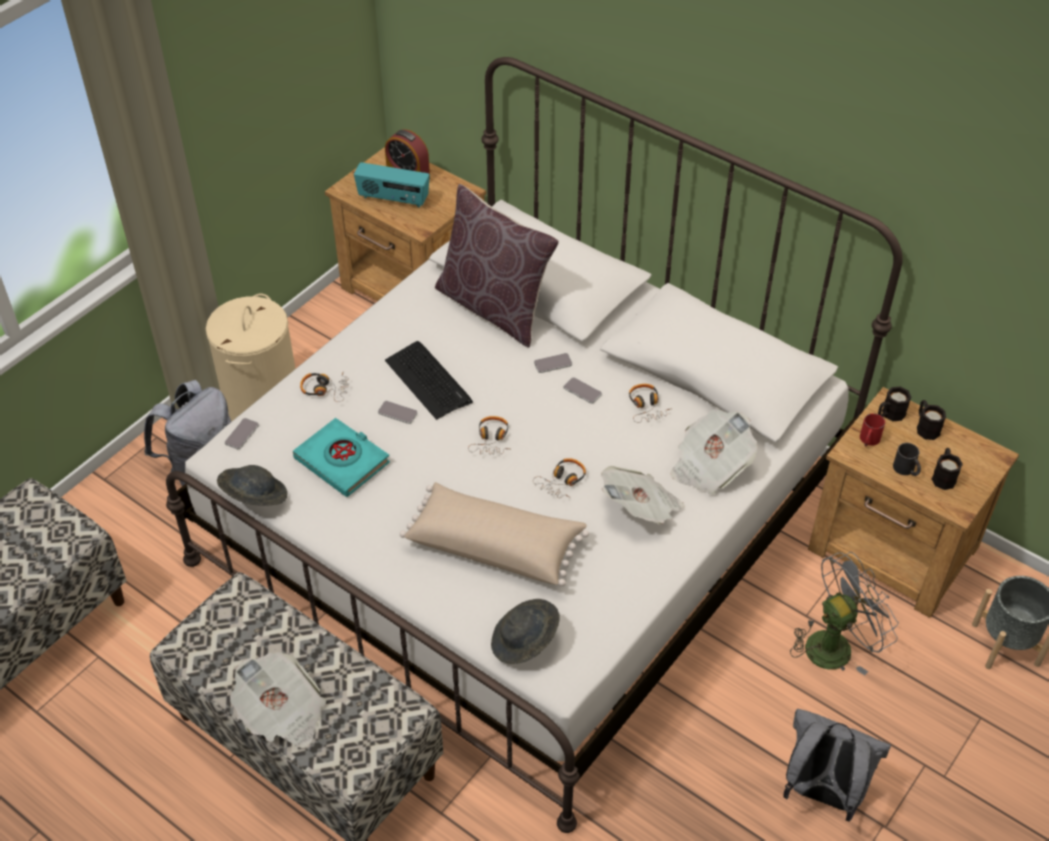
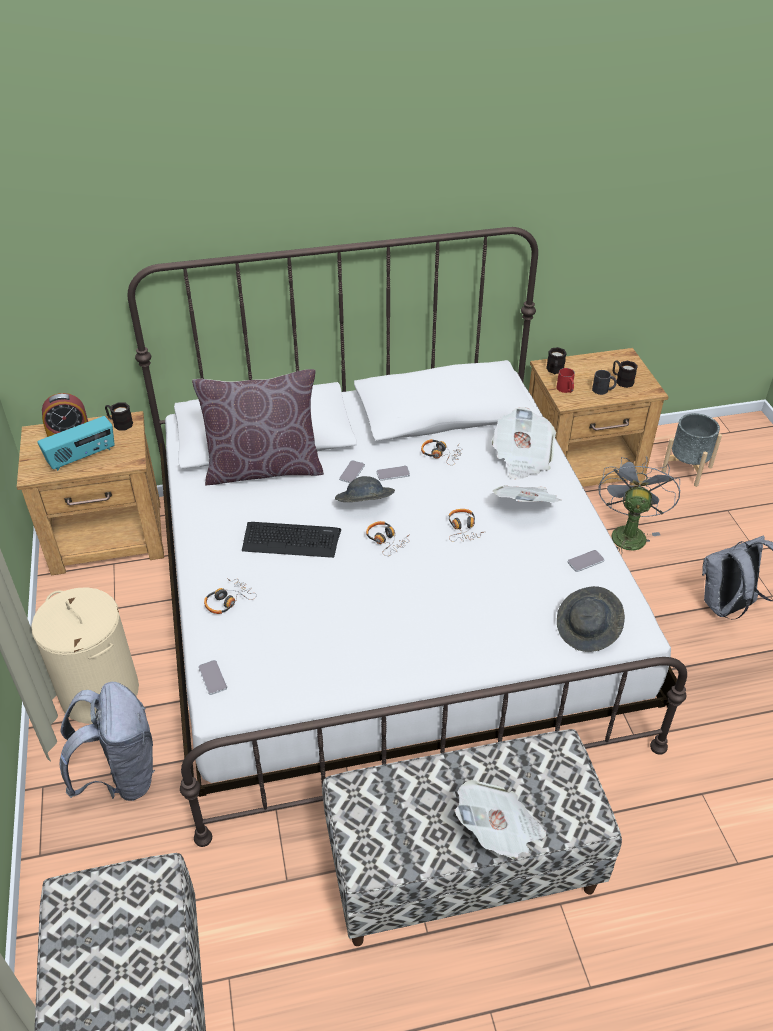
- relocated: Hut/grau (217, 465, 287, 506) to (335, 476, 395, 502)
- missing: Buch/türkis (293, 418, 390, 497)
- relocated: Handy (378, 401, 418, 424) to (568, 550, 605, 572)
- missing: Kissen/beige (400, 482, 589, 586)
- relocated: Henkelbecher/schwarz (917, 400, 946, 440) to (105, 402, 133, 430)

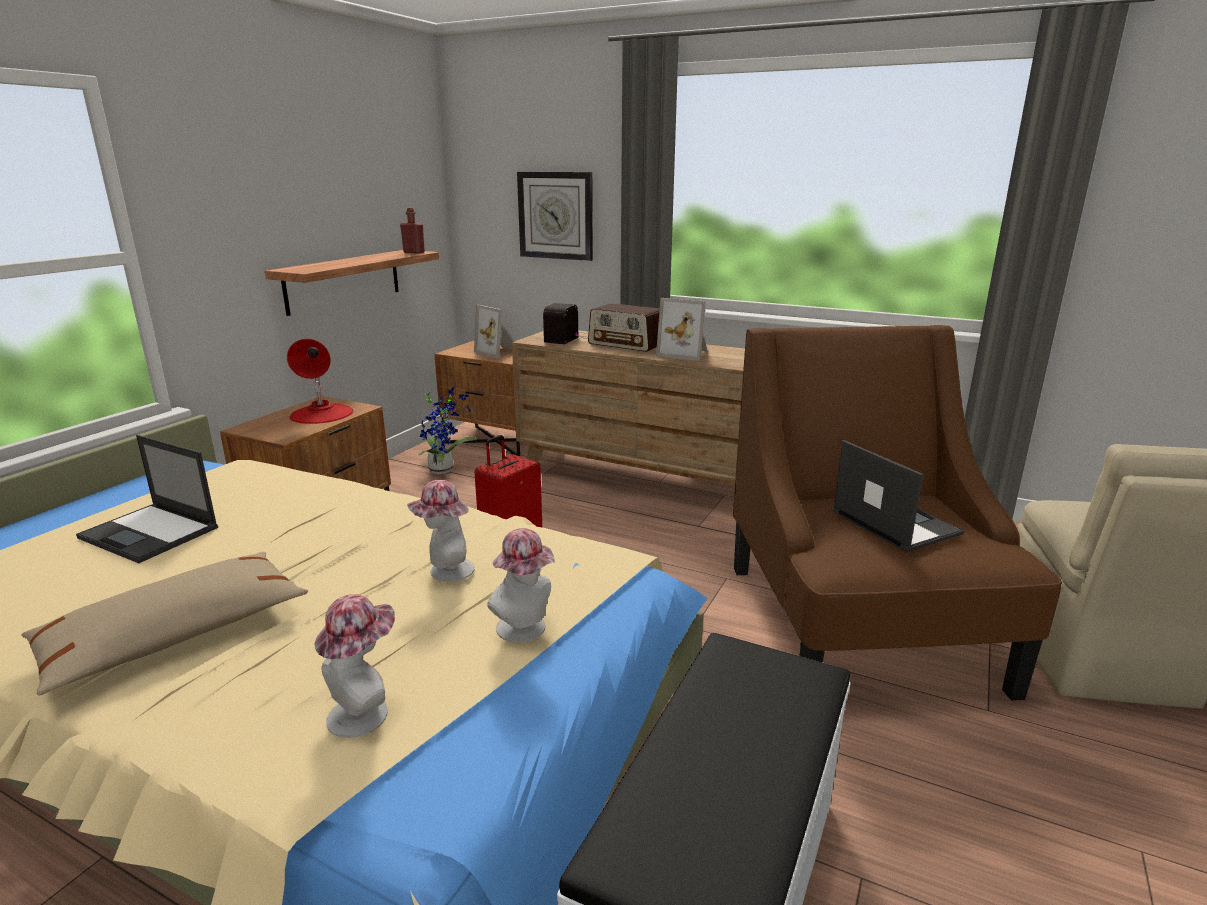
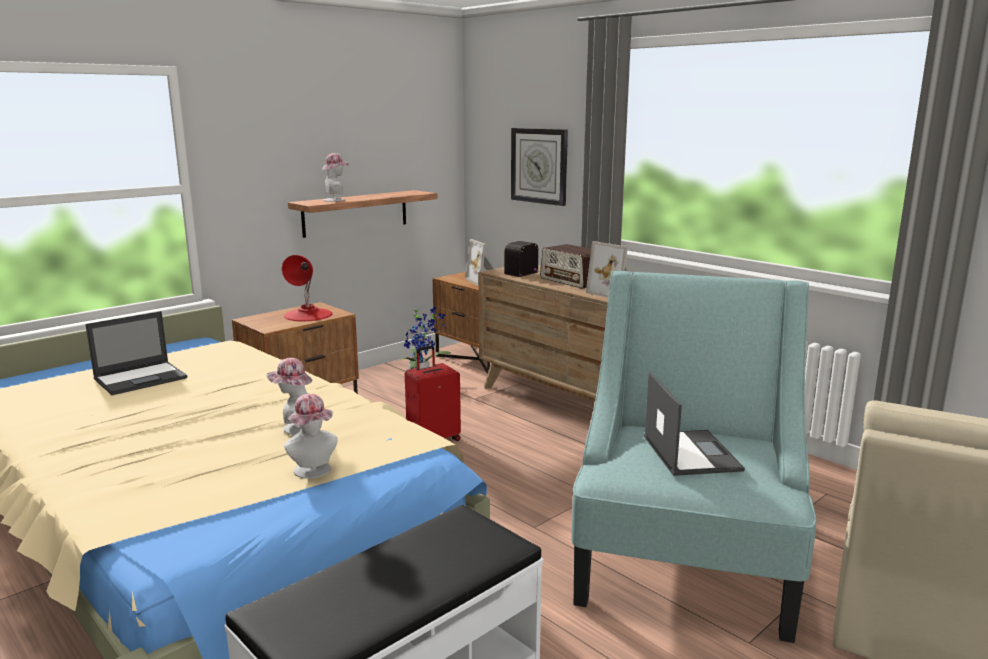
- missing: Kissen/beige (21, 552, 308, 695)
- spun: Laptop (76, 435, 218, 563) = (85, 311, 188, 395) 90 degrees counterclockwise
- relocated: Hut (314, 594, 395, 738) to (322, 153, 349, 202)
- missing: Flasche/rot (400, 208, 425, 254)
- colour: Sessel/braun (733, 325, 1062, 701) to Sessel/türkis (571, 271, 817, 643)

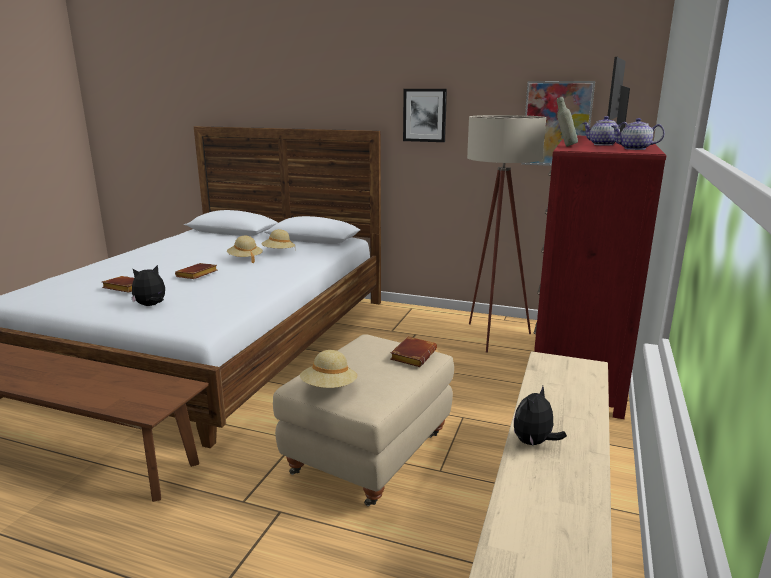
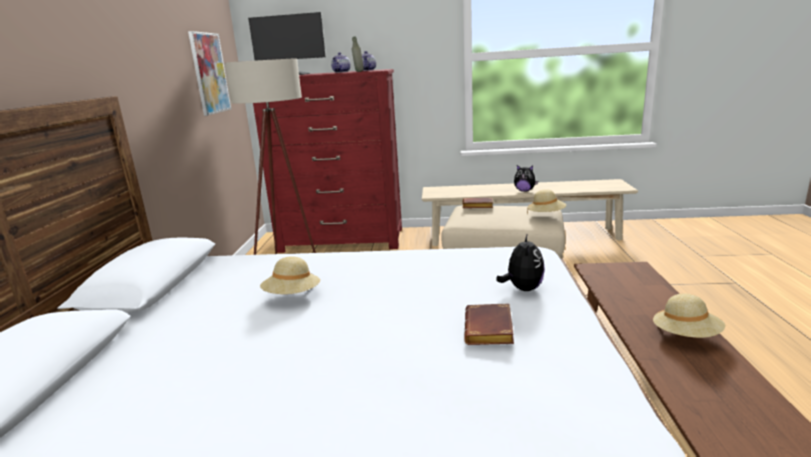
- spun: Plüschtier (131, 265, 165, 306) = (496, 233, 545, 291) 120 degrees counterclockwise
- missing: Buch/braun (175, 263, 217, 279)
- relocated: Hut/beige (261, 229, 295, 248) to (653, 294, 725, 338)
- missing: Bild (403, 89, 447, 142)

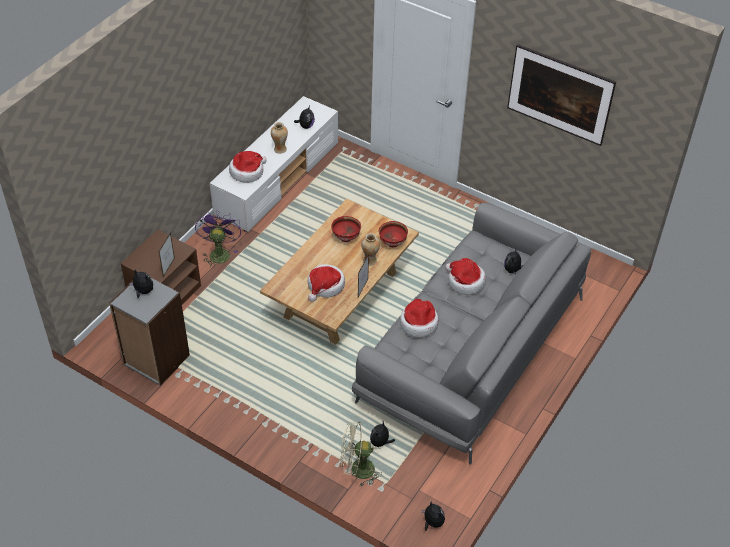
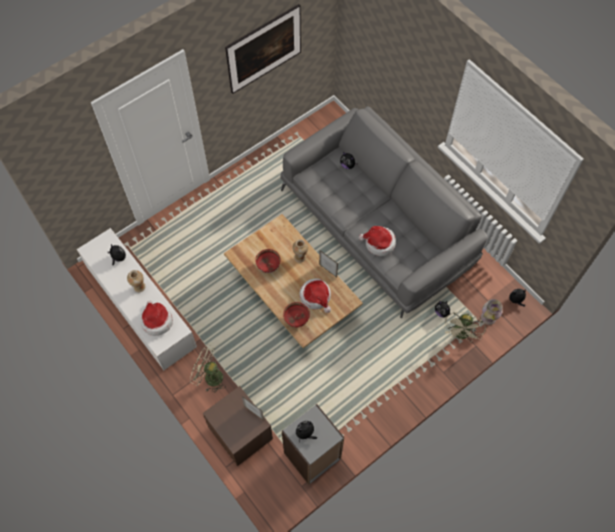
- colour: Ventilator/lila (195, 210, 241, 268) to Ventilator/beige (190, 344, 226, 393)
- relocated: Schüssel/rot (379, 221, 408, 247) to (283, 302, 310, 327)
- missing: Hut (445, 258, 486, 295)
- appeared: Vase (481, 299, 503, 325)

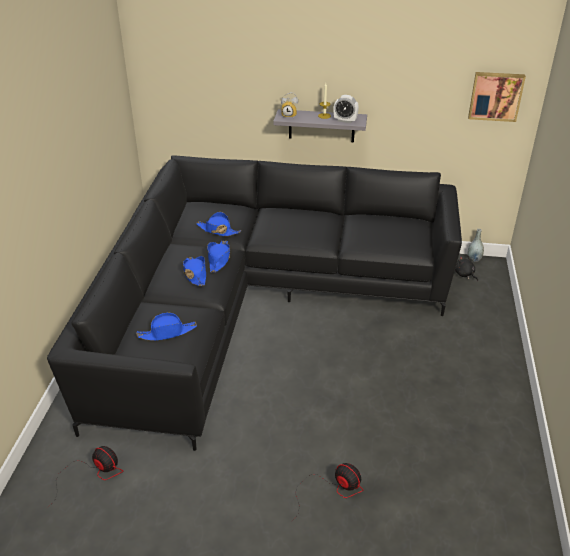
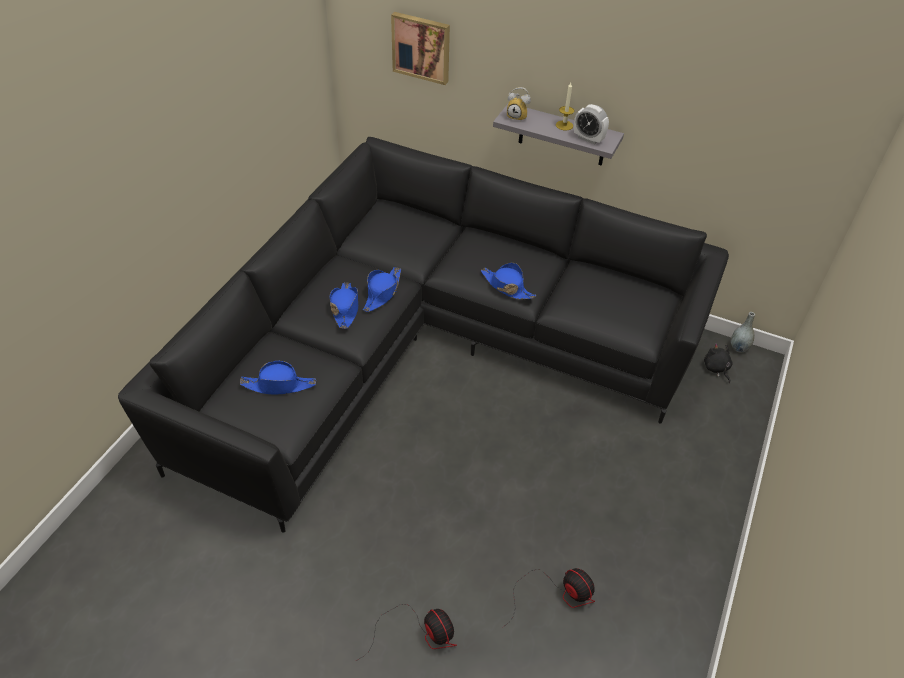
- relocated: Ventilator (47, 446, 123, 508) to (503, 568, 595, 627)
- relocated: Hut/blau (196, 212, 241, 236) to (481, 263, 536, 299)
- relocated: Bild (468, 72, 526, 122) to (391, 12, 450, 85)

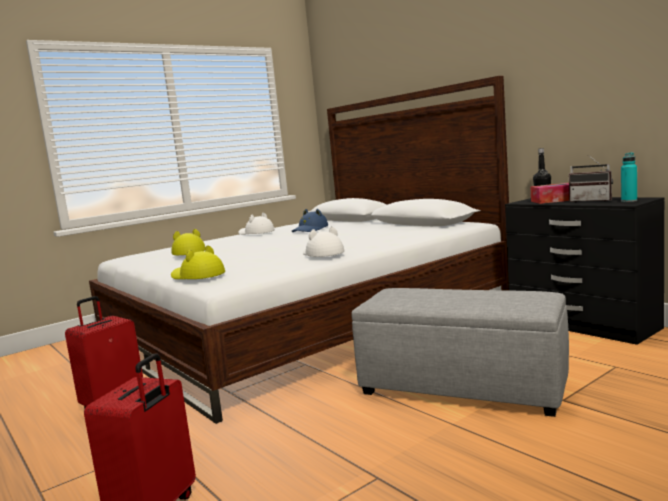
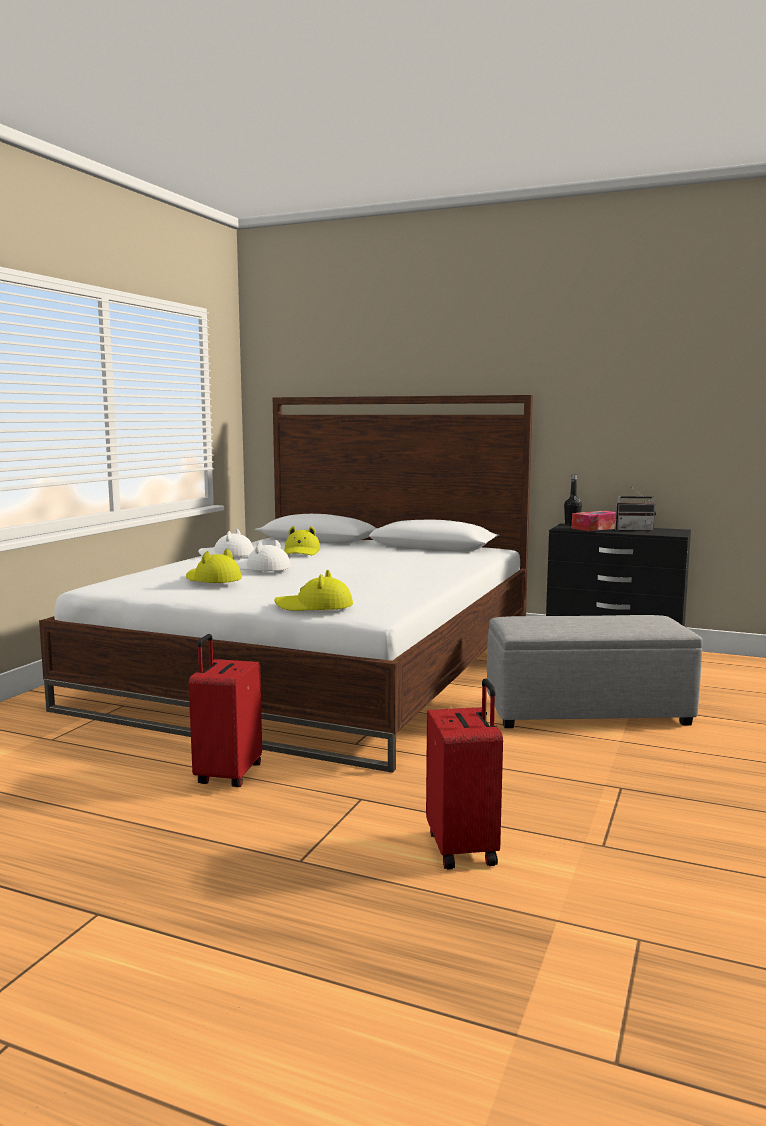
- colour: Hut/blau (292, 209, 328, 232) to Hut/gelb (284, 526, 320, 555)
- relocated: Hut/weiß (303, 227, 344, 257) to (236, 540, 291, 571)
- missing: Flasche/türkis (621, 152, 637, 202)

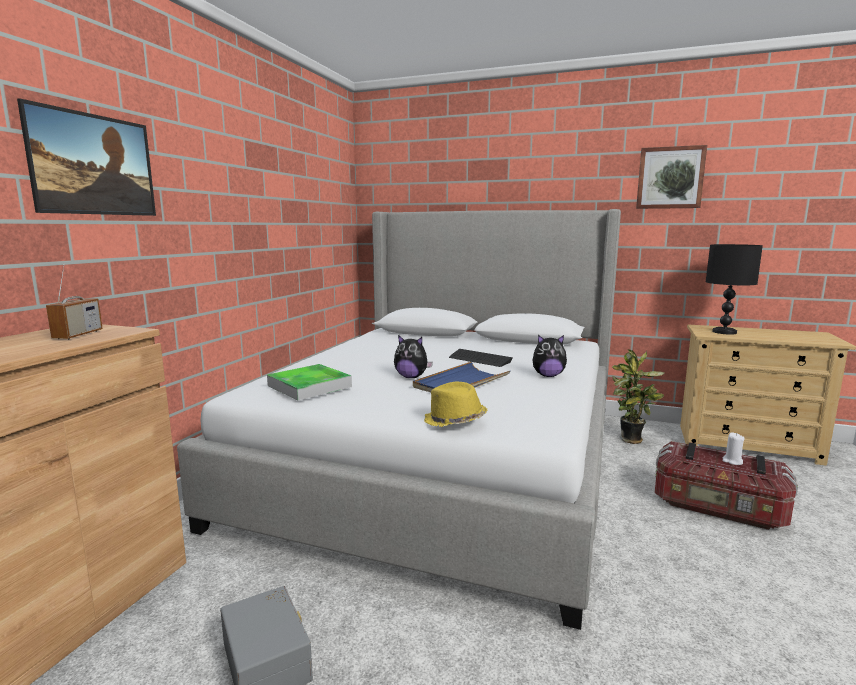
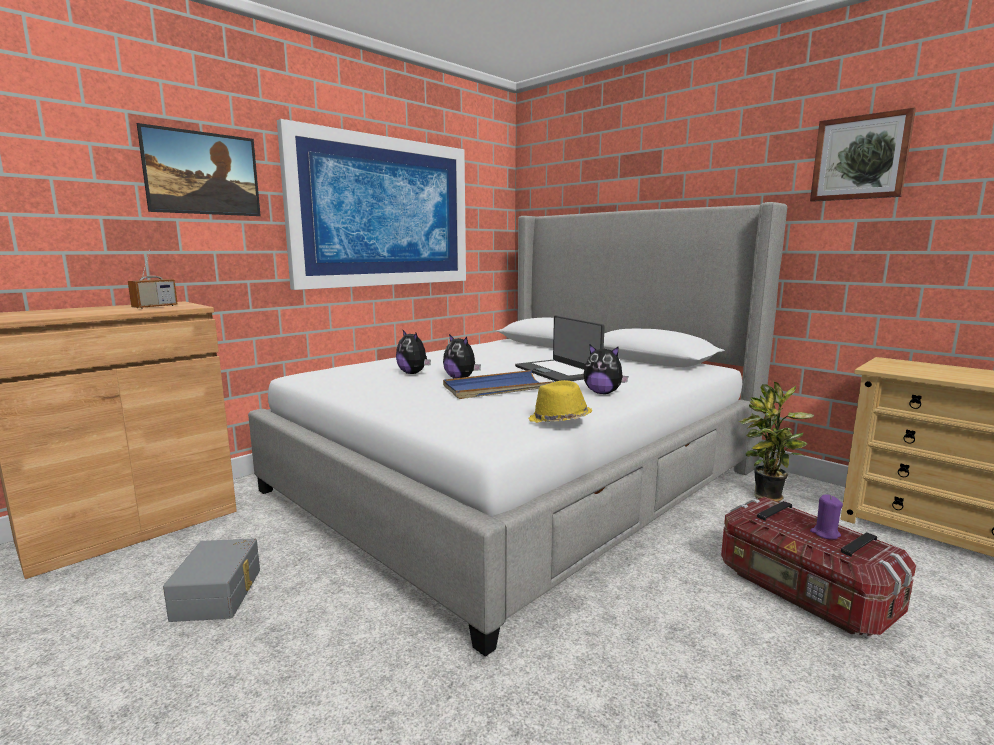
- missing: Tablett (267, 364, 352, 400)
- relocated: Hut/gelb (424, 382, 487, 427) to (529, 380, 592, 423)
- exchanged: Tastatur (449, 349, 513, 367) to Laptop (515, 316, 605, 381)
- missing: Tischlampe/schwarz (706, 244, 763, 335)
- colour: Kerze/weiß (723, 432, 745, 465) to Kerze/lila (810, 494, 843, 540)
- appeared: Bild (277, 119, 466, 290)
- appeared: Plüschtier (396, 330, 431, 374)

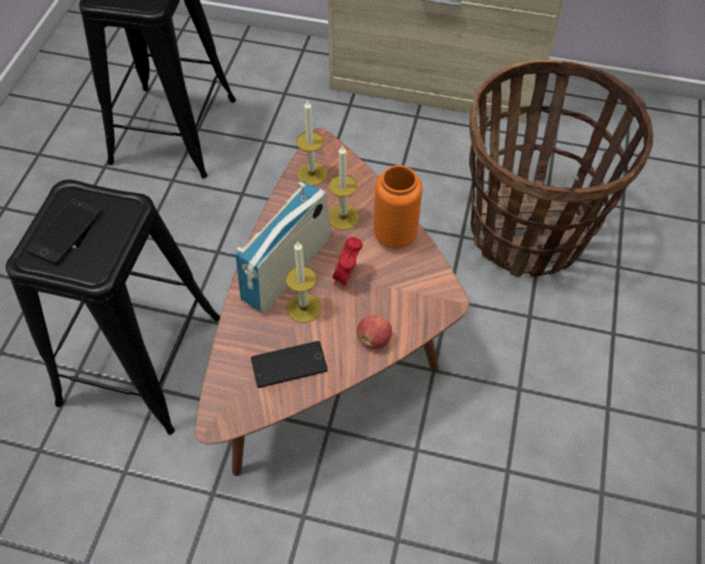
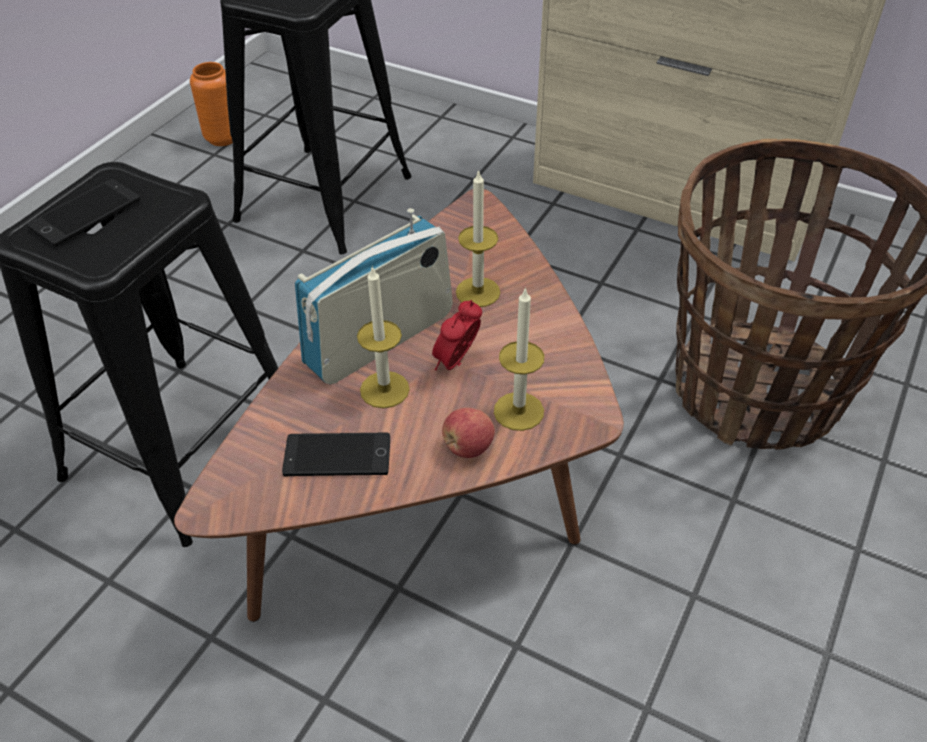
- relocated: Kerze (296, 99, 327, 186) to (494, 287, 544, 431)
- relocated: Vase/orange (373, 165, 423, 249) to (190, 62, 233, 146)

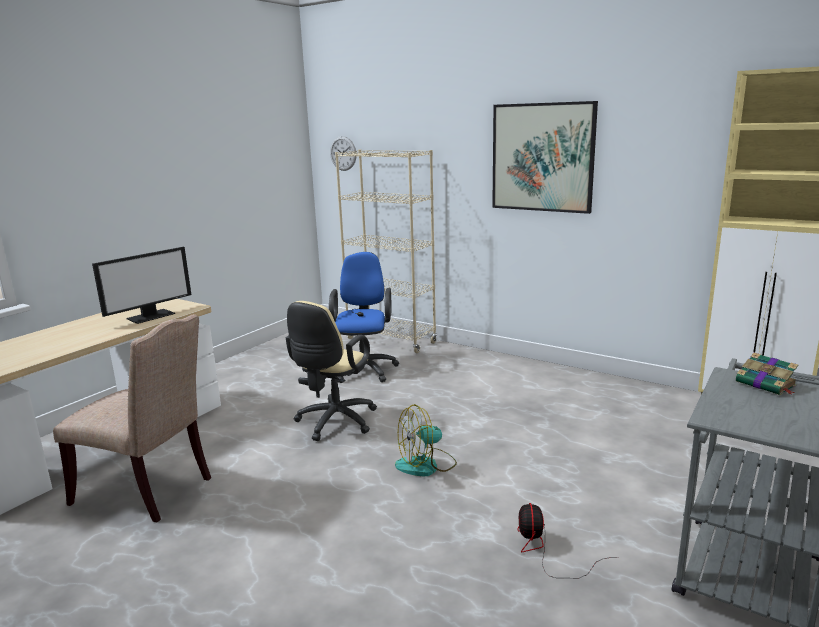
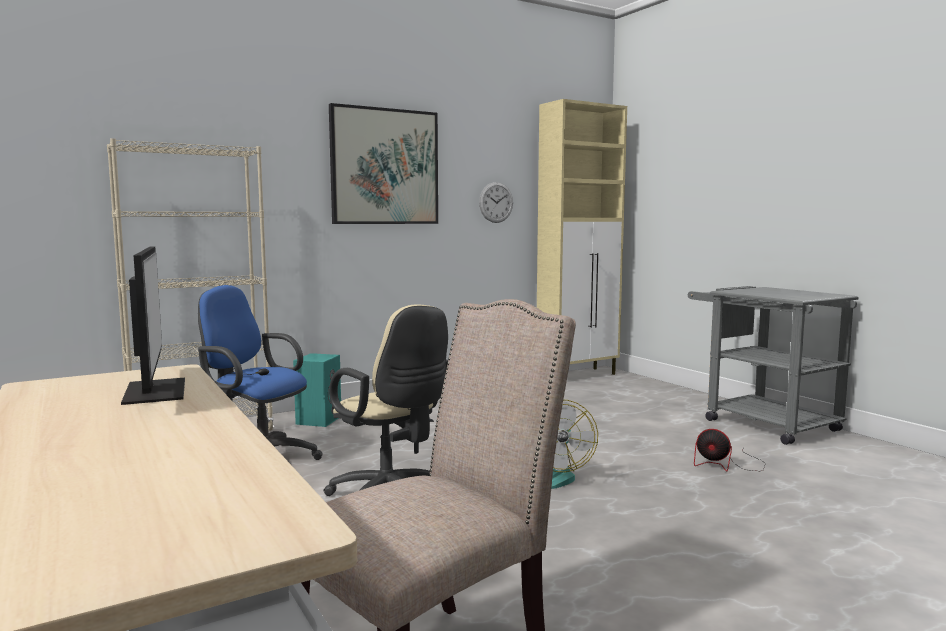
- relocated: Wanduhr (330, 136, 356, 171) to (479, 182, 513, 223)
- missing: Buch (736, 352, 798, 395)
- appeared: Lautsprecher/türkis (293, 353, 341, 427)

